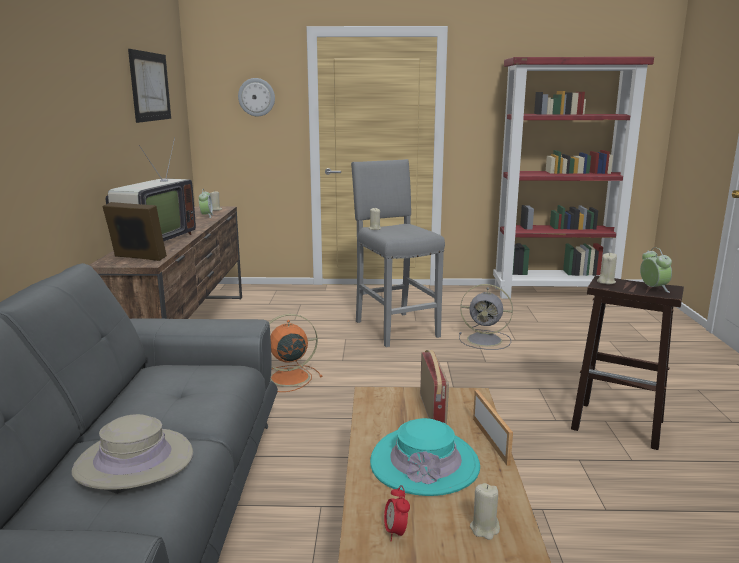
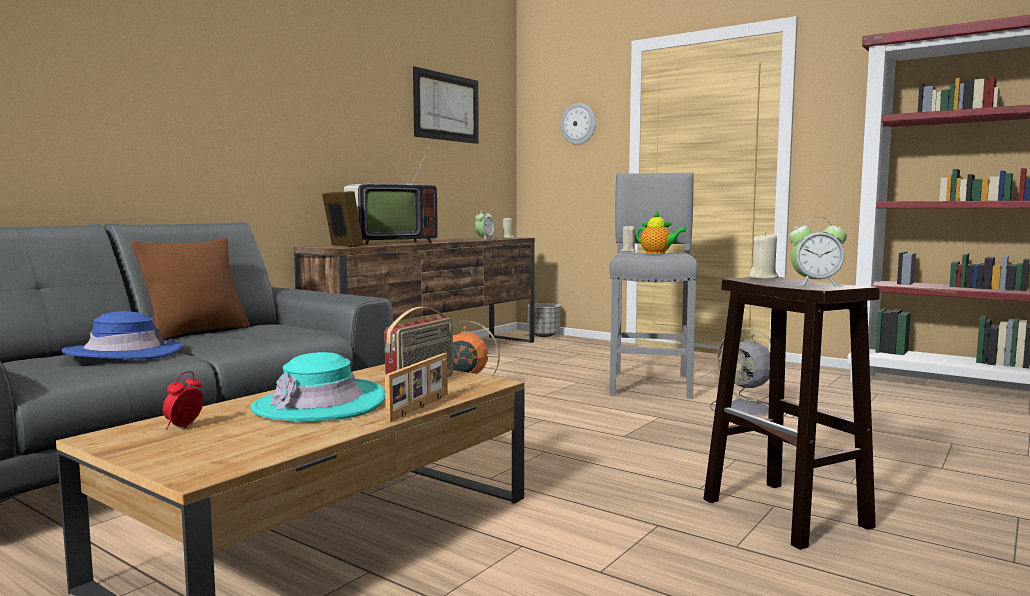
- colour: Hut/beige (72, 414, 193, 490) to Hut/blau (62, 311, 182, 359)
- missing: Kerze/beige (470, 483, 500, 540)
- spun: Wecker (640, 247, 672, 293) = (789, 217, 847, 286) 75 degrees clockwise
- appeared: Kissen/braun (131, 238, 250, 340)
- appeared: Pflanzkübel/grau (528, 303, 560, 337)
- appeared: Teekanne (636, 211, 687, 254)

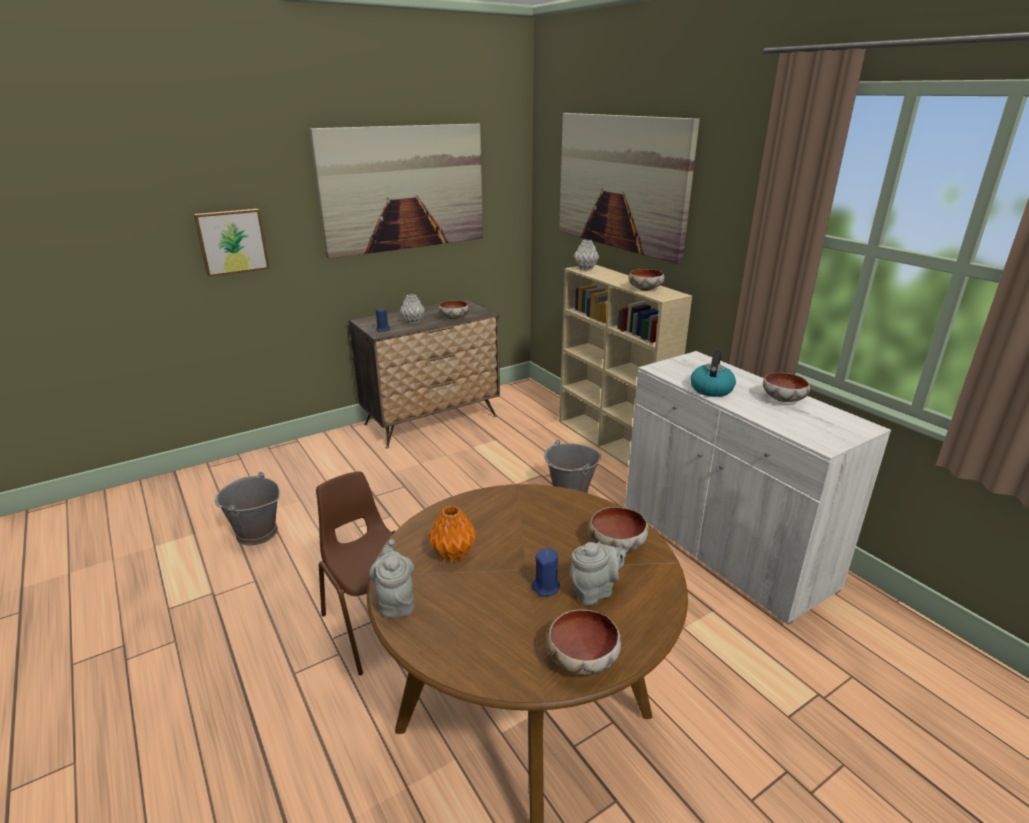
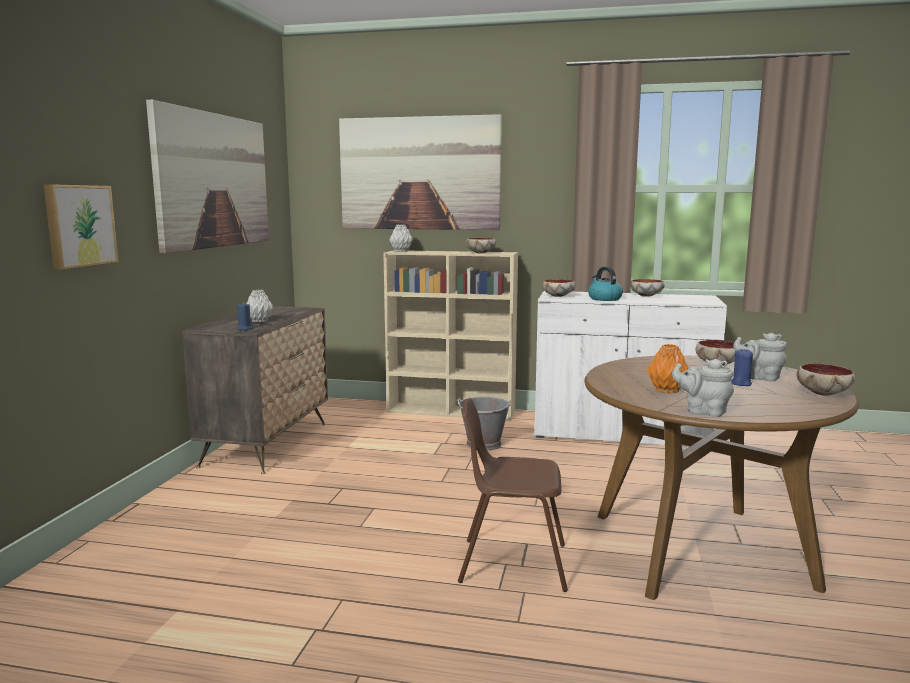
- missing: Eimer/grau (215, 472, 280, 546)
- relocated: Schüssel (439, 300, 469, 319) to (542, 279, 575, 297)
- spun: Teekanne/grau (570, 541, 629, 605) = (733, 333, 787, 381) 75 degrees counterclockwise

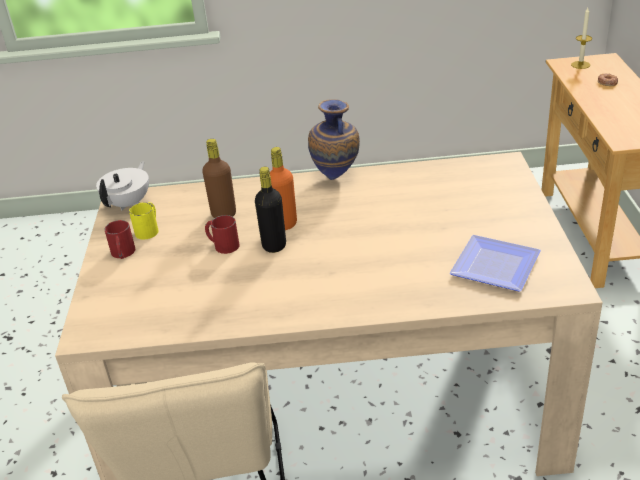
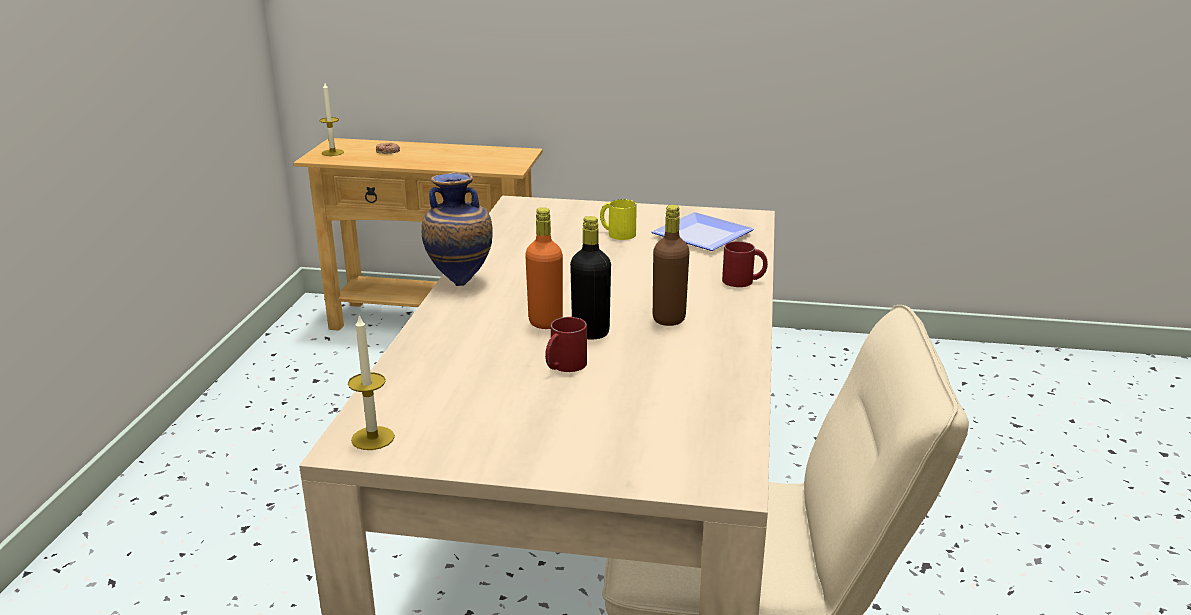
- exchanged: Teekanne/weiß (96, 161, 149, 210) to Kerze (348, 315, 395, 450)
- relocated: Henkelbecher/rot (104, 220, 135, 259) to (722, 241, 768, 287)
- relocated: Henkelbecher/gelb (129, 202, 159, 240) to (600, 199, 637, 240)
- relocated: Flasche/braun (202, 139, 236, 218) to (653, 205, 690, 326)

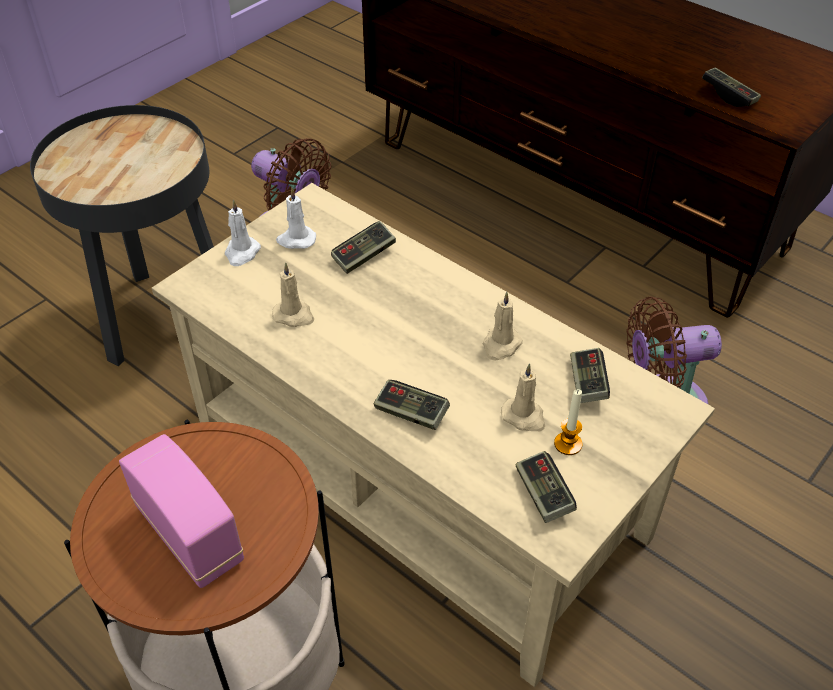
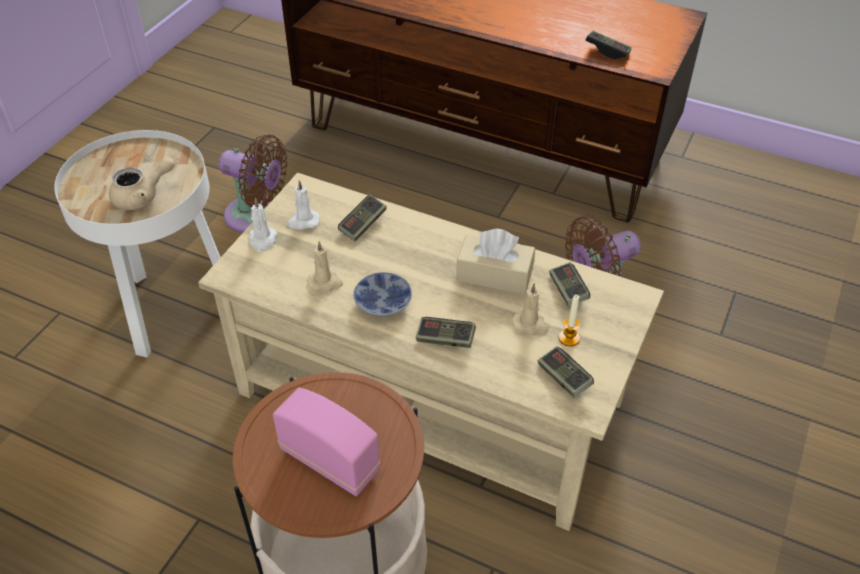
- colour: Beistelltisch/schwarz (30, 105, 214, 366) to Beistelltisch/weiß (54, 130, 221, 357)
- exchanged: Kerze/beige (483, 292, 523, 360) to Taschentuchbox/beige (456, 229, 535, 294)
- appeared: Teekanne/beige (109, 157, 175, 210)
- appeared: Schüssel (353, 272, 412, 316)

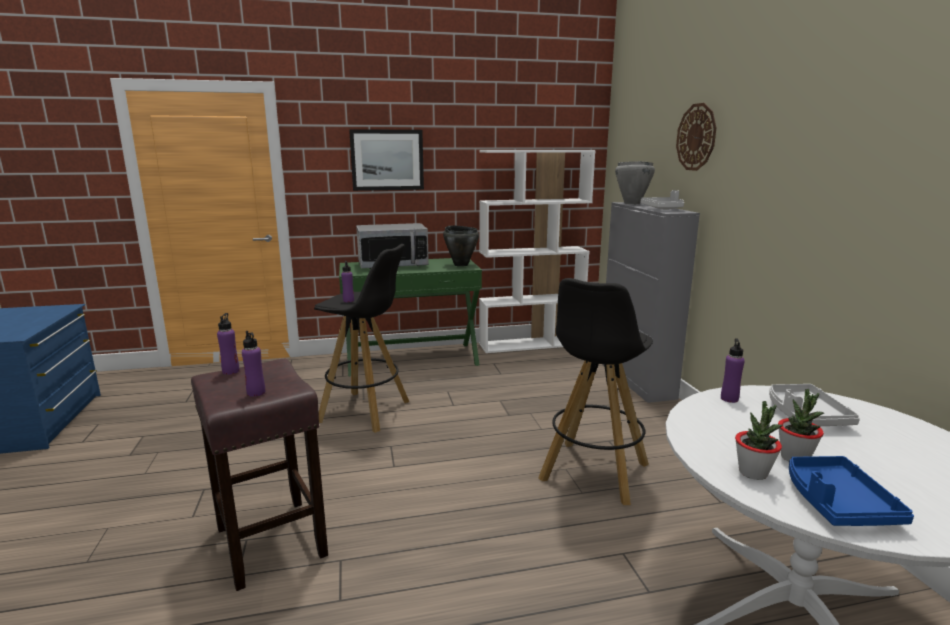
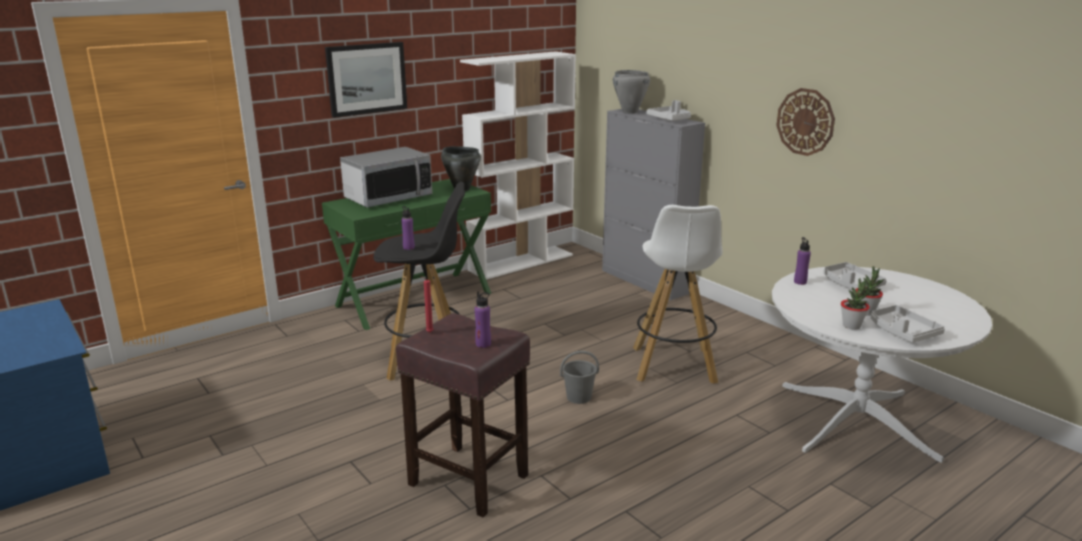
- exchanged: Flasche/lila (217, 313, 239, 375) to Kerze/rot (420, 276, 433, 332)
- colour: Hocker/schwarz (538, 278, 653, 505) to Hocker/weiß (633, 205, 723, 384)
- relocated: Wanduhr (676, 103, 717, 171) to (776, 88, 835, 156)
- colour: Tablett/blau (789, 456, 914, 526) to Tablett/grau (870, 305, 945, 343)
- appeared: Eimer/grau (560, 351, 599, 404)

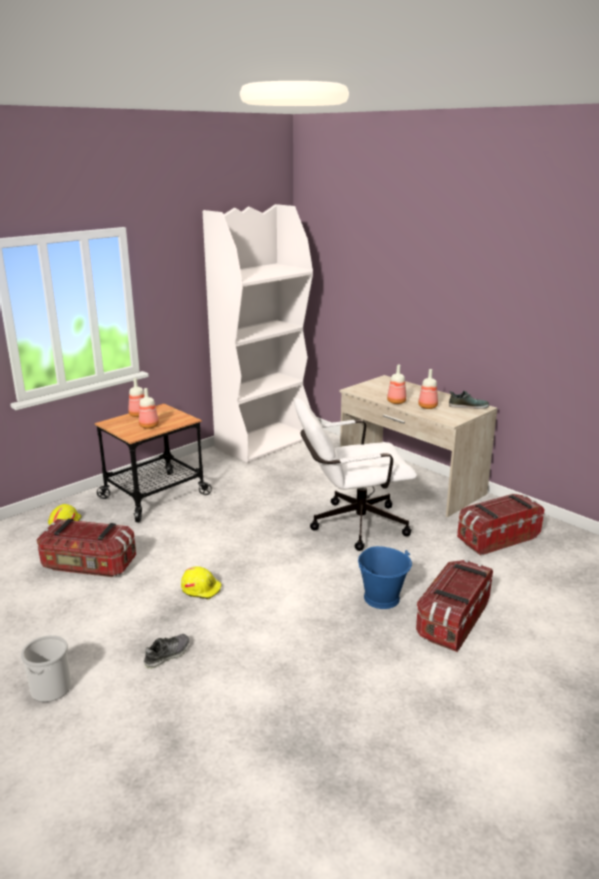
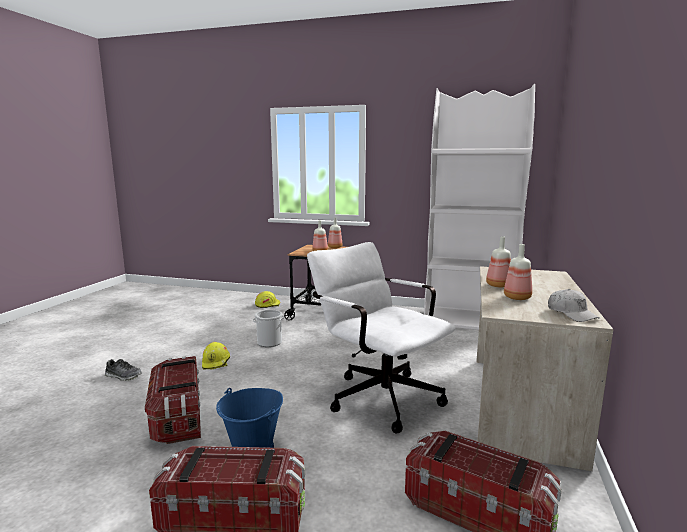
- relocated: Eimer (21, 635, 72, 702) to (253, 310, 284, 347)
- relocated: Aufbewahrungsbox (37, 519, 136, 577) to (145, 356, 201, 444)
- exchanged: Schuh (449, 391, 489, 409) to Kappe/weiß (548, 289, 600, 322)

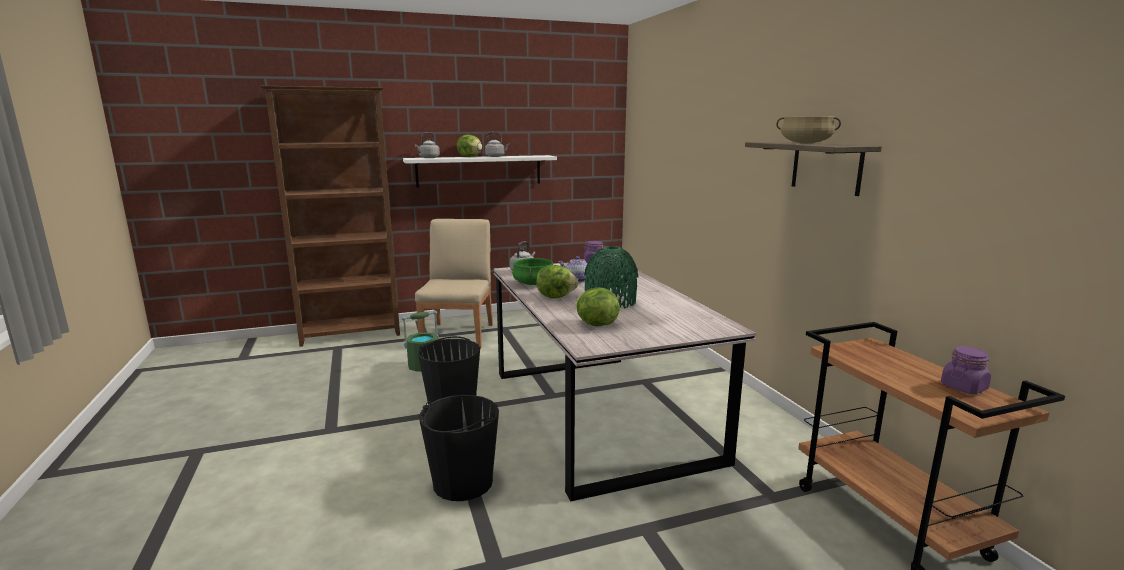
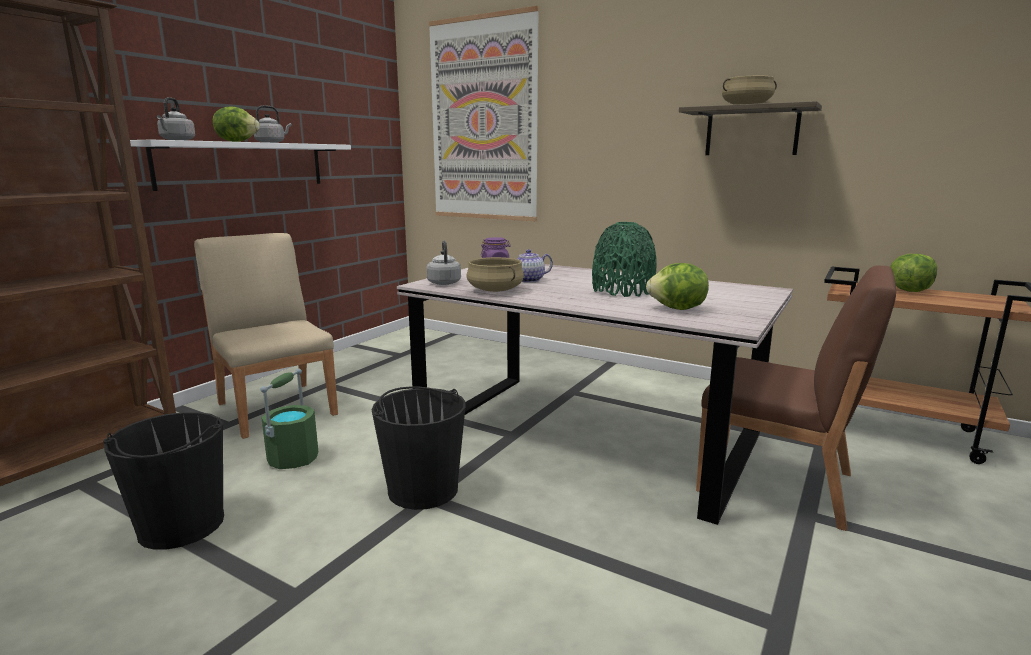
- relocated: Eimer/schwarz (419, 395, 499, 501) to (103, 412, 224, 550)
- colour: Kochtopf/grün (512, 258, 553, 285) to Kochtopf/beige (466, 257, 524, 292)
- relocated: Salatkopf (536, 265, 579, 298) to (890, 254, 937, 292)
- missing: Vorratsglas/lila (941, 346, 991, 394)
- appeared: Bild (428, 6, 539, 221)
- appeared: Stuhl/braun (696, 266, 896, 531)

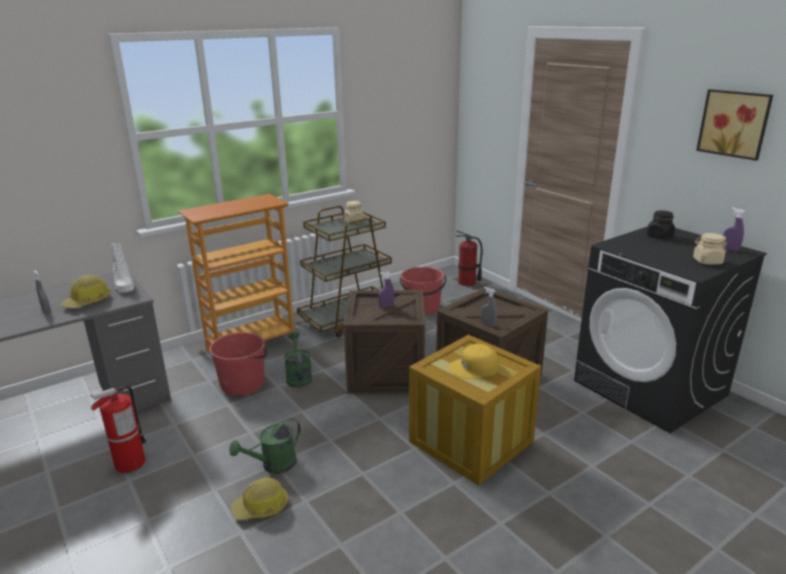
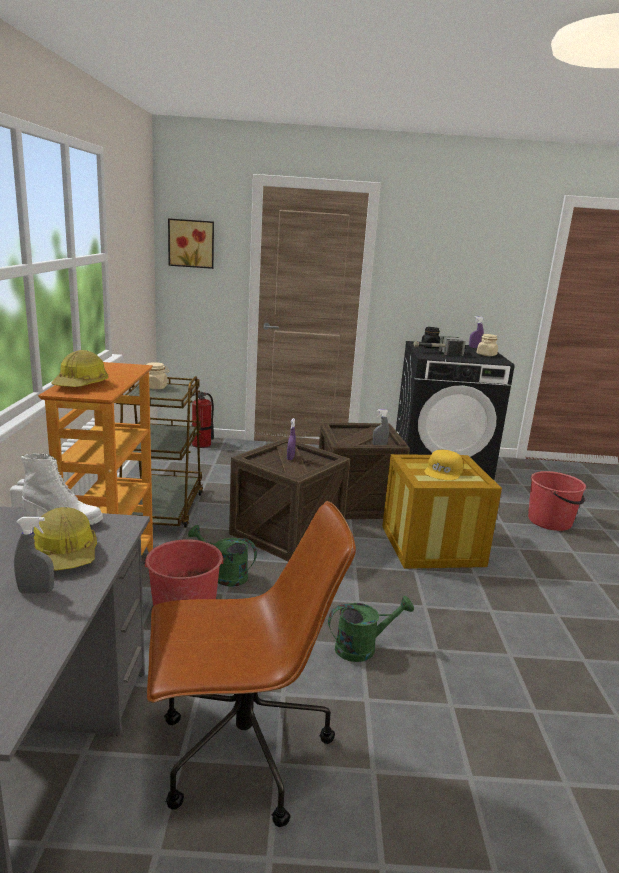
- exchanged: Feuerlöscher (90, 386, 146, 473) to Bürostuhl/braun (147, 501, 356, 827)
- spun: Gießkanne/grün (229, 418, 301, 473) = (328, 596, 414, 662) 105 degrees counterclockwise
- relocated: Schutzhelm (231, 477, 288, 521) to (51, 350, 108, 387)
- relocated: Eimer/rot (400, 267, 446, 315) to (528, 471, 586, 531)
- relocated: Bild (696, 89, 773, 161) to (168, 218, 214, 269)
- appeared: Hammer (414, 336, 466, 356)

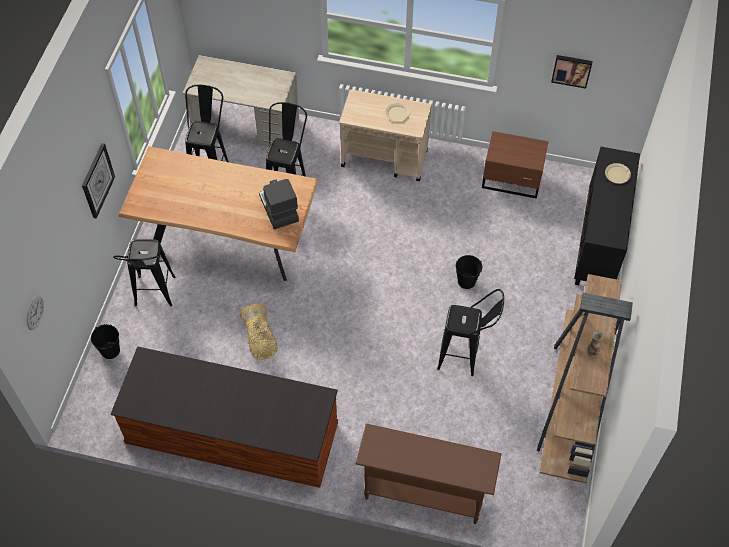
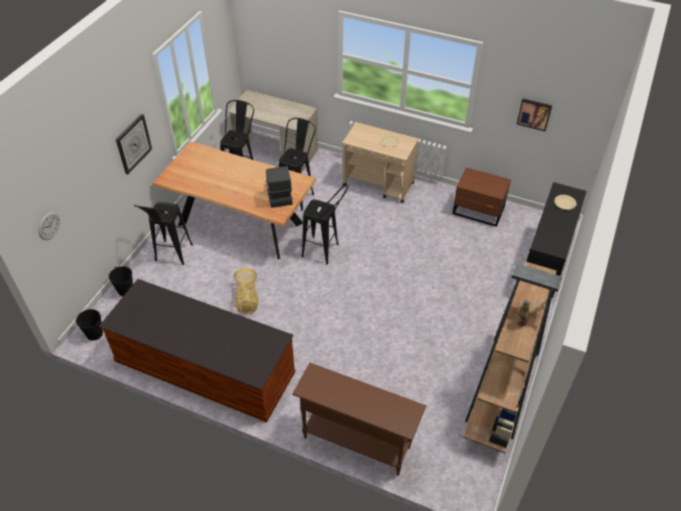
- relocated: Hocker/schwarz (437, 289, 504, 376) to (301, 184, 348, 264)
- relocated: Eimer/schwarz (456, 255, 482, 289) to (75, 309, 103, 341)

